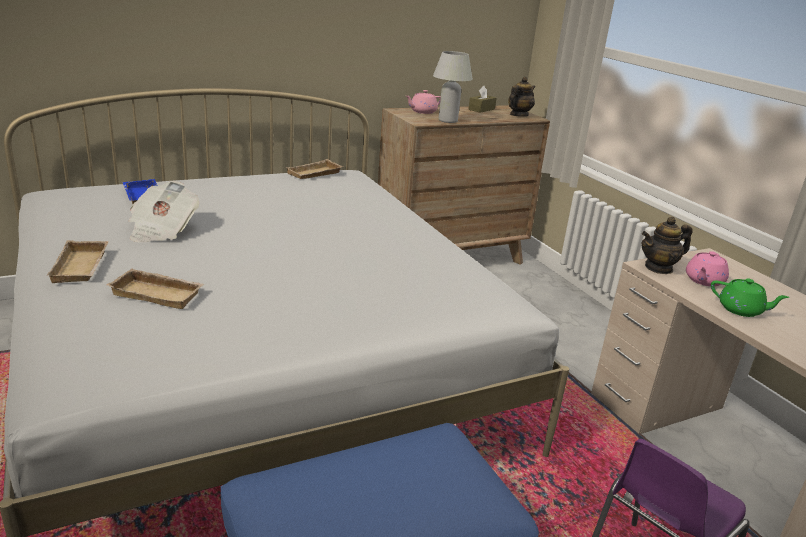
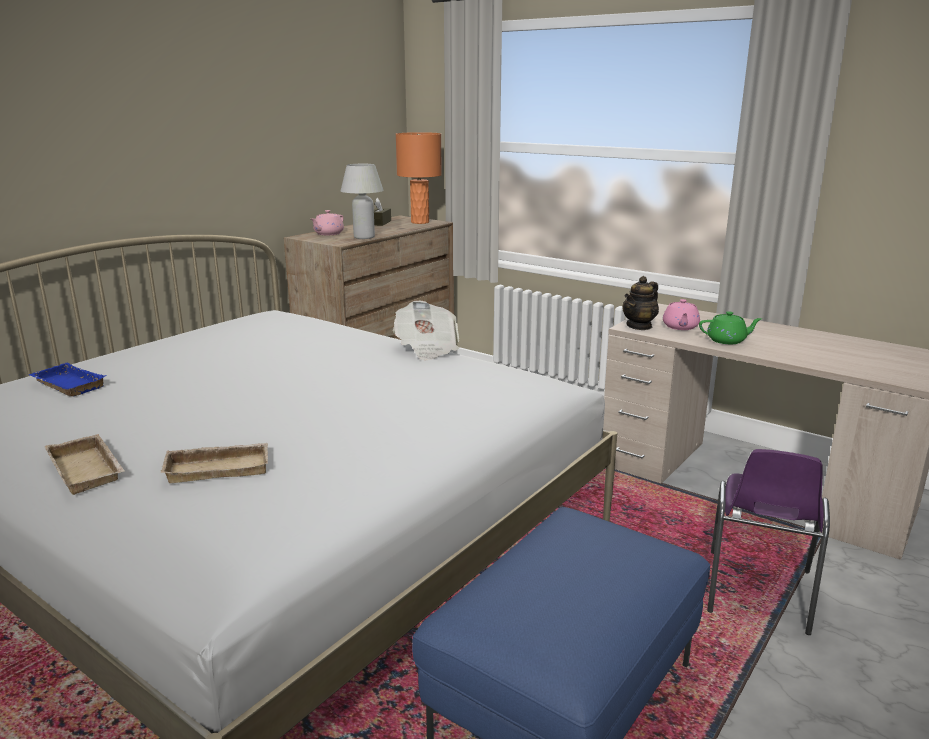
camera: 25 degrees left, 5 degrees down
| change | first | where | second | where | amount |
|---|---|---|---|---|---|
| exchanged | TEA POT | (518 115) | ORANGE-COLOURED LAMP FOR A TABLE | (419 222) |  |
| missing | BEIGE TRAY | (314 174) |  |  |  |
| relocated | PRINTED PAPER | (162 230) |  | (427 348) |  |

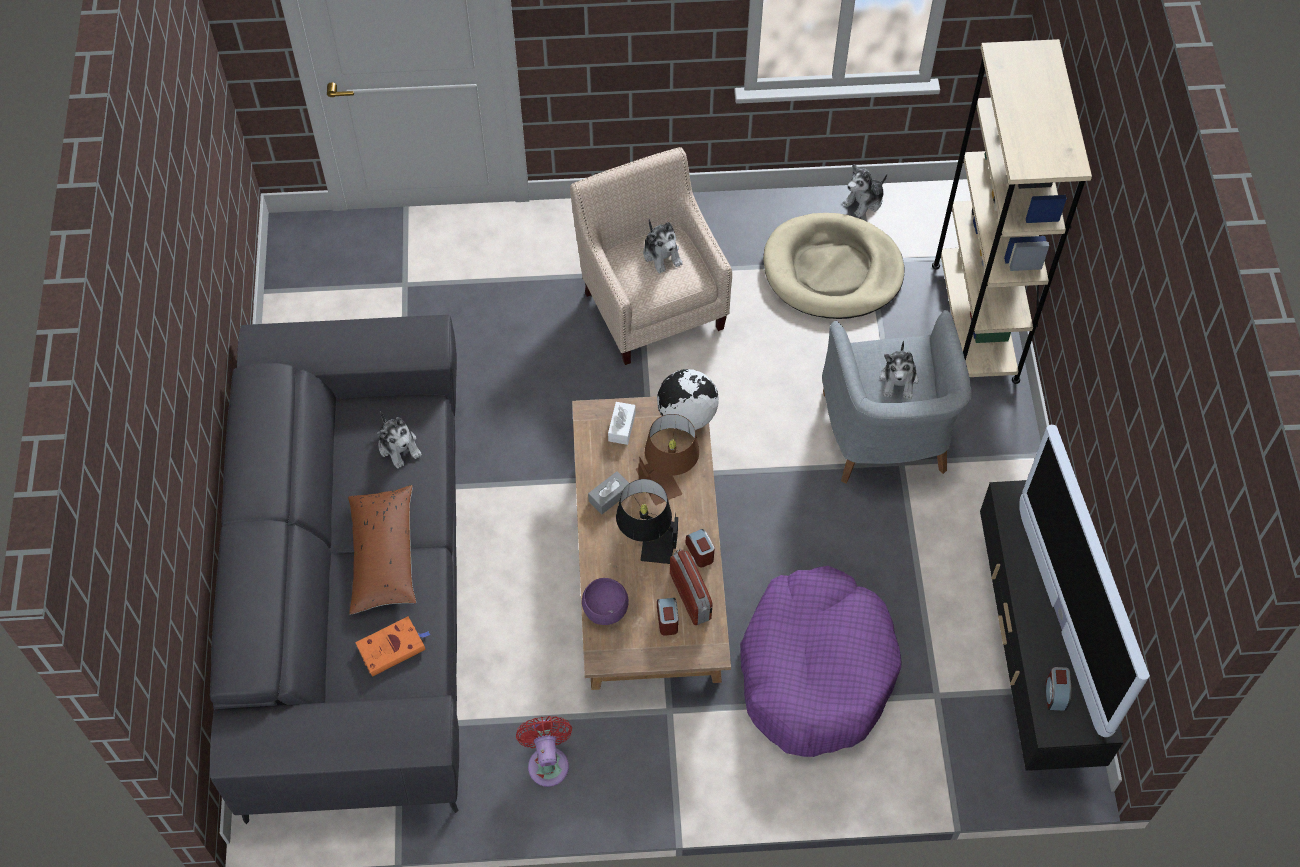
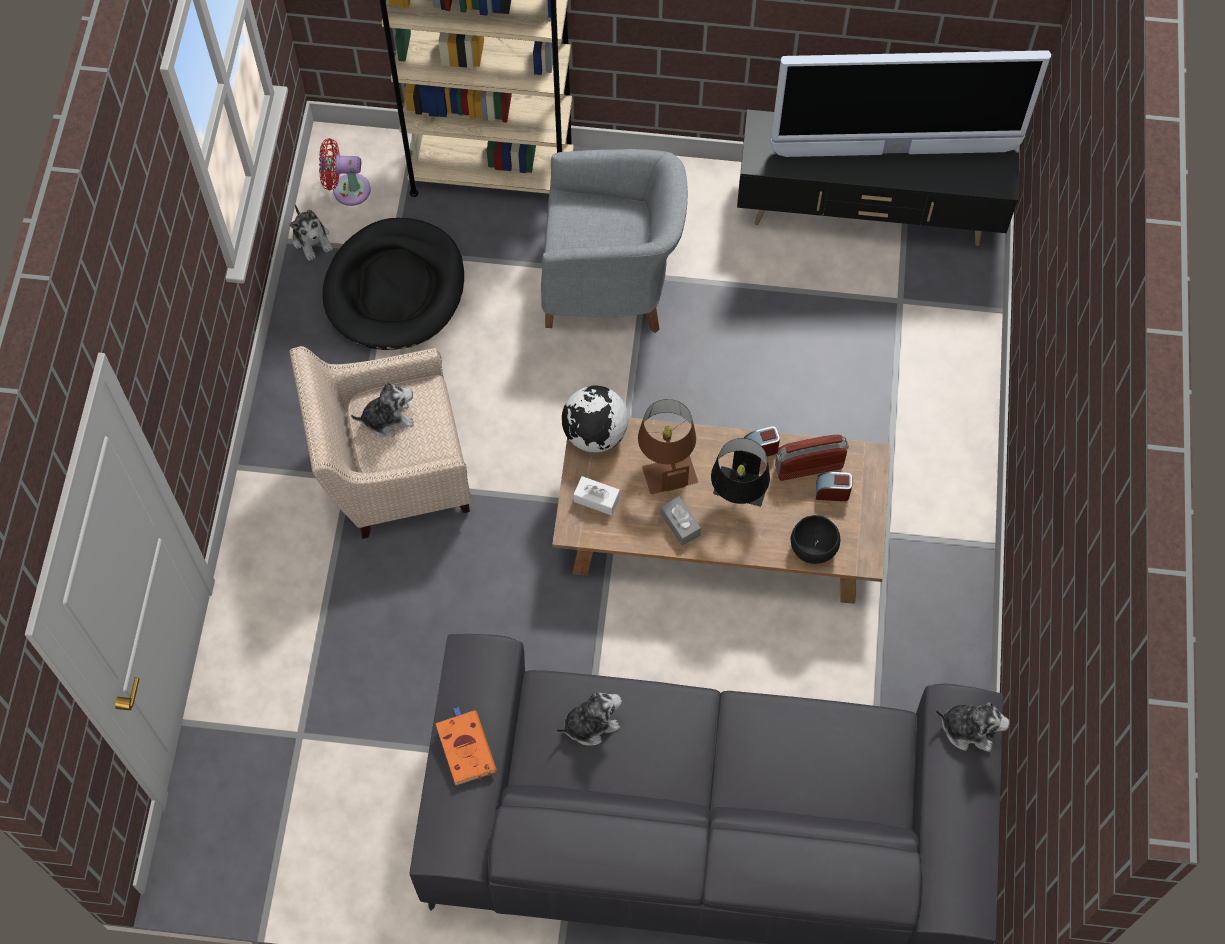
camera: 80 degrees left, 5 degrees up
| change | first | where | second | where | amount |
|---|---|---|---|---|---|
| colour | BEIGE DOG CUSHION | (832 270) | BLACKISH DOG CUSHION | (395 288) |  |
| relocated | CUDDLY TOY | (899 380) |  | (968 729) |  |
| missing | BROWN PILLOW | (383 556) |  |  |  |
| missing | PURPLE DOG CUSHION | (815 670) |  |  |  |
| colour | PURPLE DEEP DISH | (606 610) | BLACKISH DEEP DISH | (813 547) |  |
| relocated | ORANGE-COLOURED BOUND BOOK | (393 647) |  | (465 747) |  |
| missing | ALARM CLOCK | (1055 694) |  |  |  |
| relocated | REDDISH COOLING FAN | (548 762) |  | (347 189) |  |

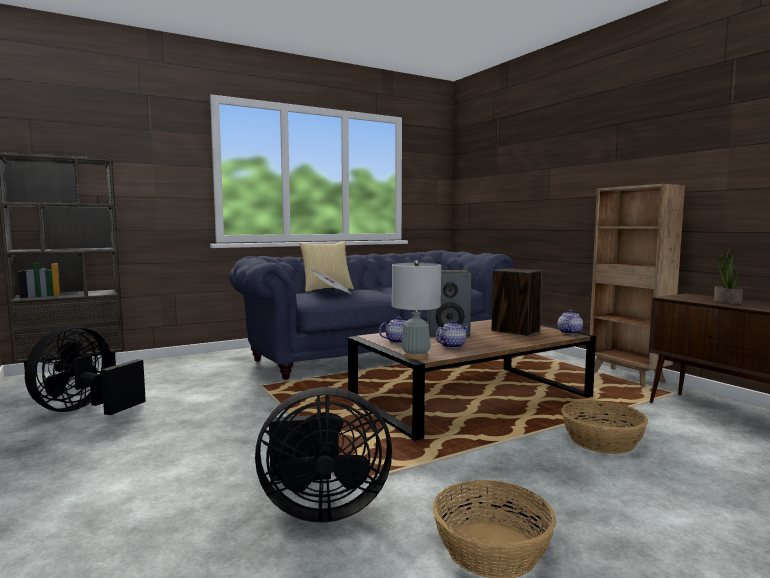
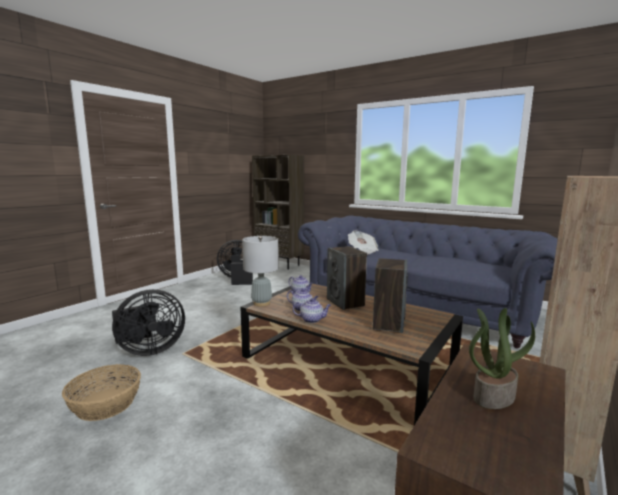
camera: 65 degrees right, 5 degrees up
| change | first | where | second | where | amount |
|---|---|---|---|---|---|
| missing | PILLOW | (326 289) |  |  |  |
| relocated | TEA POT | (569 332) |  | (312 320) |  |
| spun | BLACKISH COOLING FAN | (320 509) |  | (148 350) | 90 degrees counterclockwise |
| missing | HOUSEHOLD BASKET | (602 441) |  |  |  |

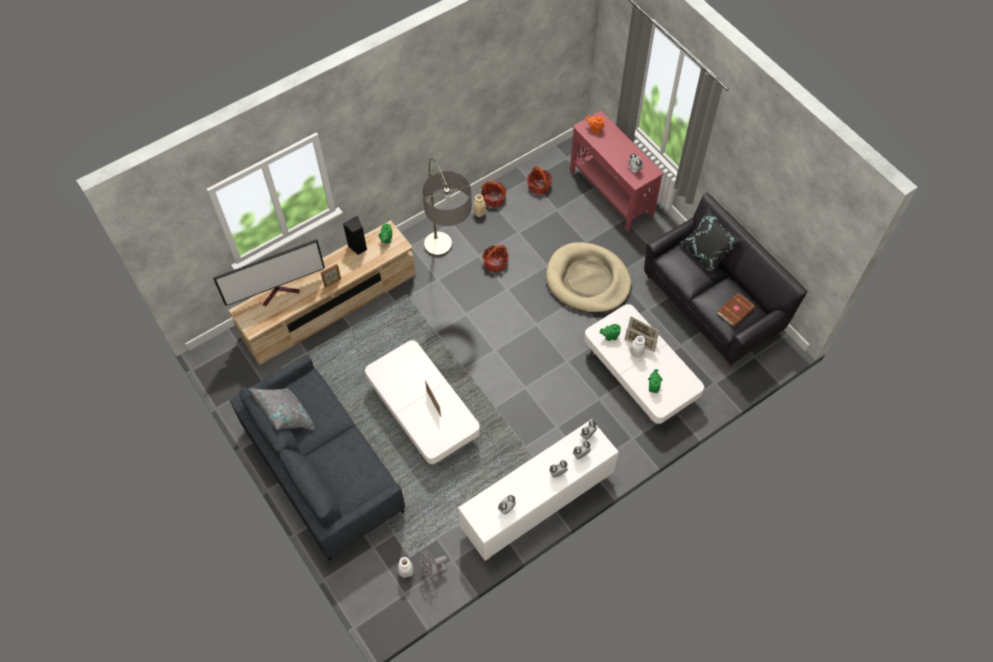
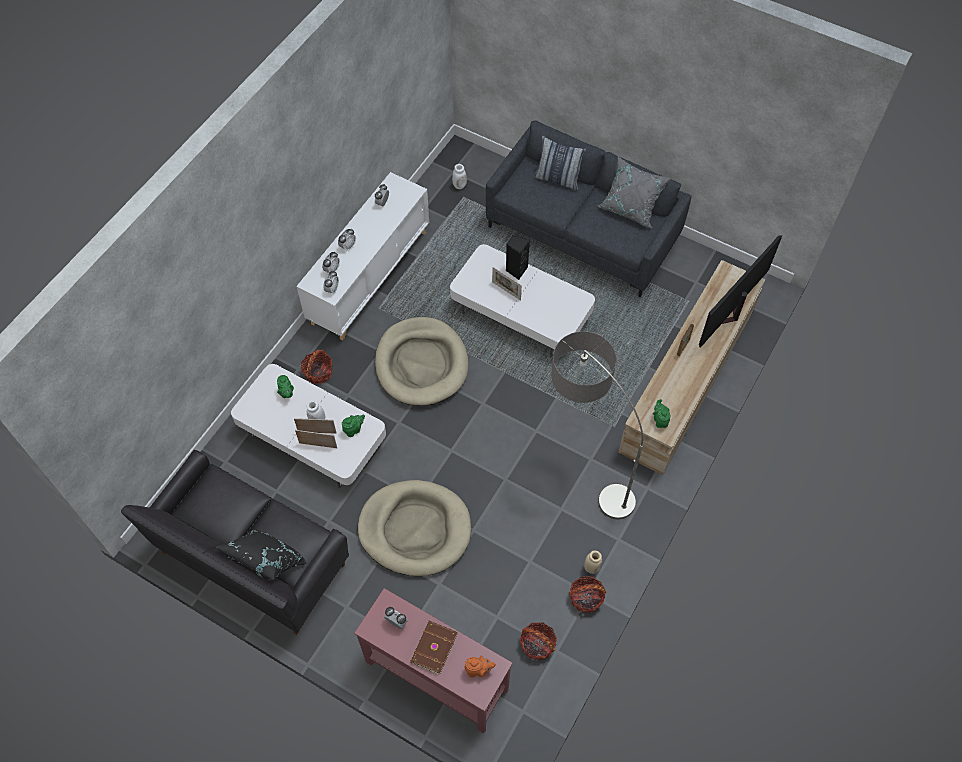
camera: 155 degrees right, 0 degrees up
| change | first | where | second | where | amount |
|---|---|---|---|---|---|
| relocated | BLACKISH SPEAKER | (358 247) |  | (516 270) |  |
| relocated | HOUSEHOLD BASKET | (495 263) |  | (318 372) |  |
| relocated | BROWN BOUND BOOK | (736 311) |  | (433 648) |  |
| missing | GREY COOLING FAN | (433 570) |  |  |  |
| appeared |  |  | PILLOW | (558 179) |  |
| appeared |  |  | BEIGE DOG CUSHION | (421 364) |  |

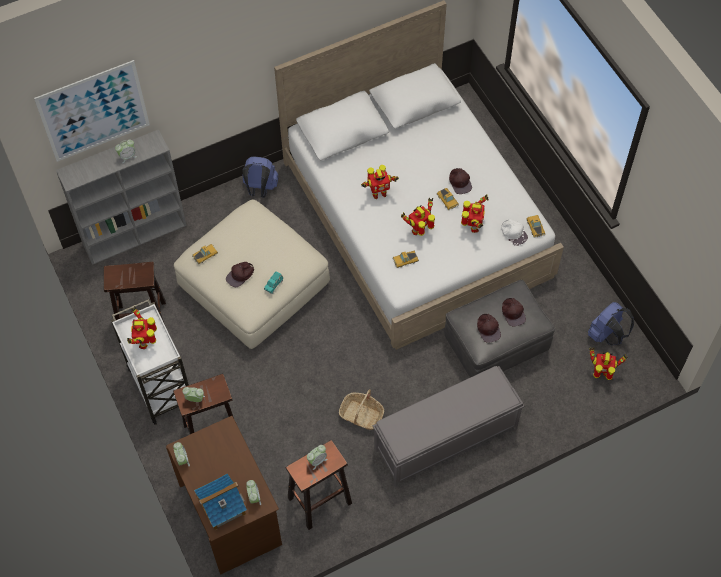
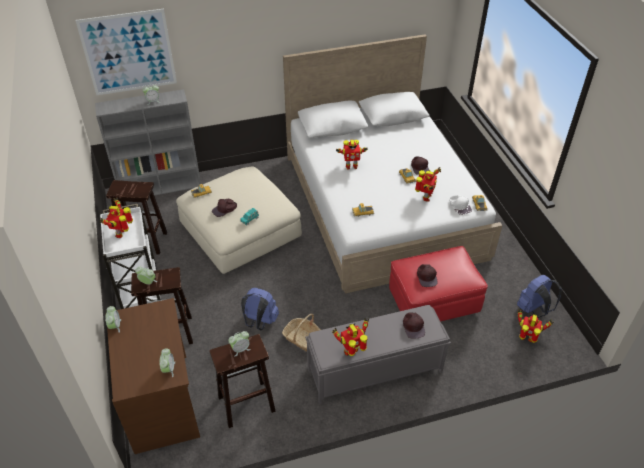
camera: 10 degrees right, 15 degrees down
| change | first | where | second | where | amount |
|---|---|---|---|---|---|
| relocated | BLUE-COLOURED KNAPSACK | (260 189) |  | (260 322) |  |
| relocated | ROBOT FIGURE | (419 230) |  | (352 351) |  |
| colour | GREY POUFFE | (496 344) | REDDISH POUFFE | (433 302) |  |
| relocated | BROWN BASEBALL CAP | (513 312) |  | (413 326) |  |
| missing | TOY HOUSE | (222 507) |  |  |  |

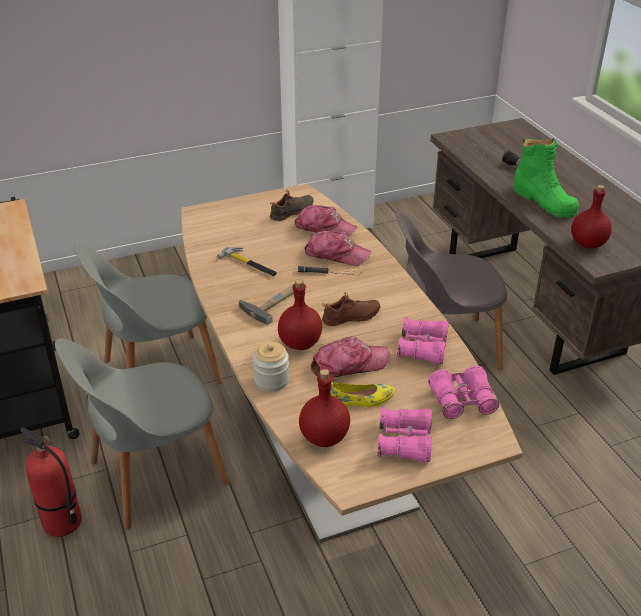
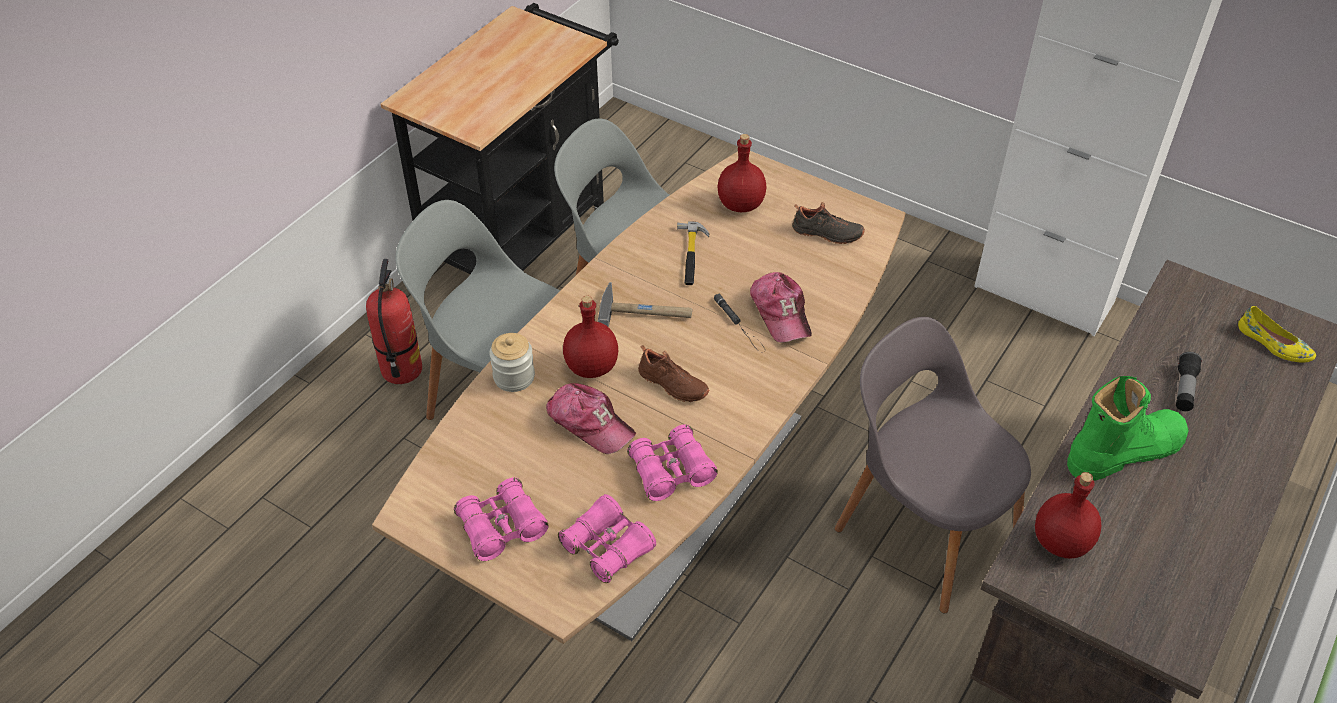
camera: 55 degrees right, 10 degrees up
| change | first | where | second | where | amount |
|---|---|---|---|---|---|
| spun | GREEN-COLOURED TALL BOOT | (544 201) |  | (1124 451) | 135 degrees counterclockwise |
| missing | BASEBALL CAP | (324 228) |  |  |  |
| relocated | REDDISH BOTTLE | (324 436) |  | (741 204) |  |
| relocated | YELLOWISH ITEM OF FOOTWEAR | (361 400) |  | (1273 344) |  |

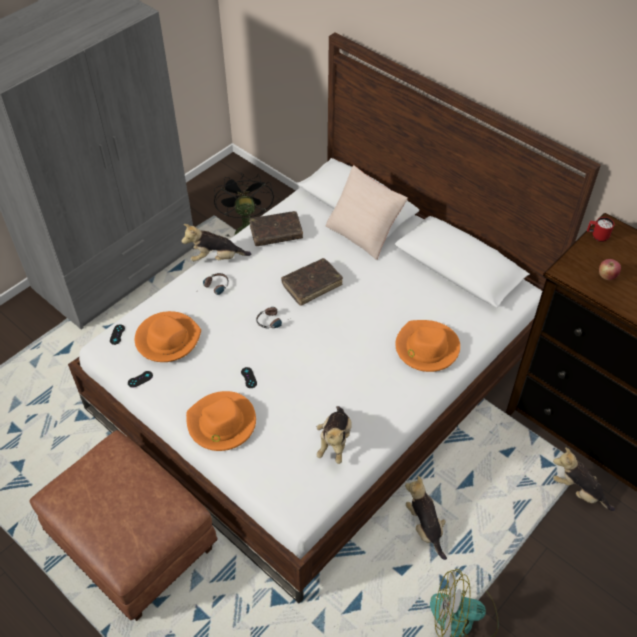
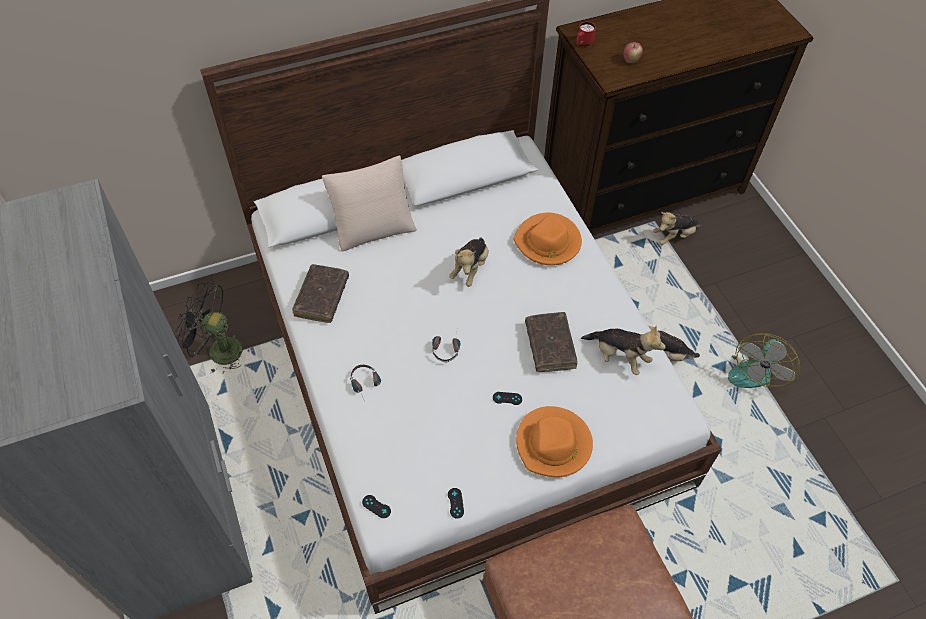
camera: 65 degrees left, 5 degrees up
| change | first | where | second | where | amount |
|---|---|---|---|---|---|
| relocated | CUDDLY TOY | (216 258) |  | (470 268) |  |
| relocated | BROWN BOUND BOOK | (312 285) |  | (550 346) |  |
| missing | ORANGE-COLOURED HAT | (167 339) |  |  |  |

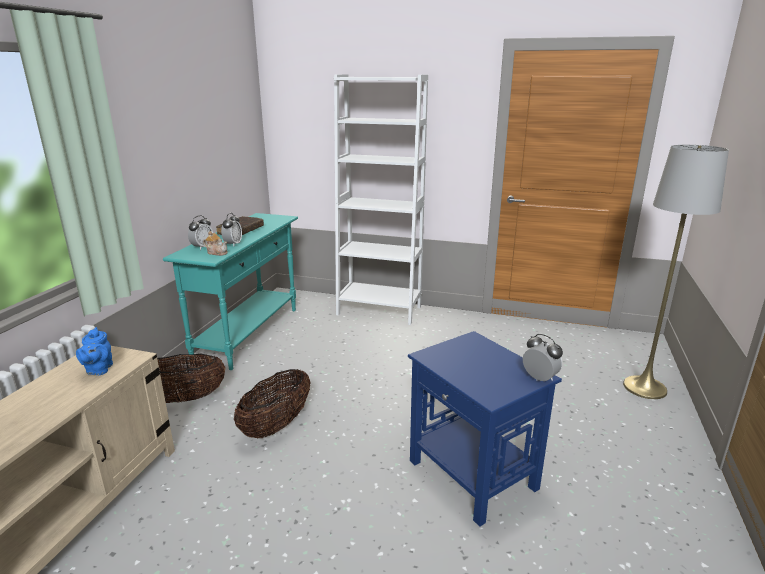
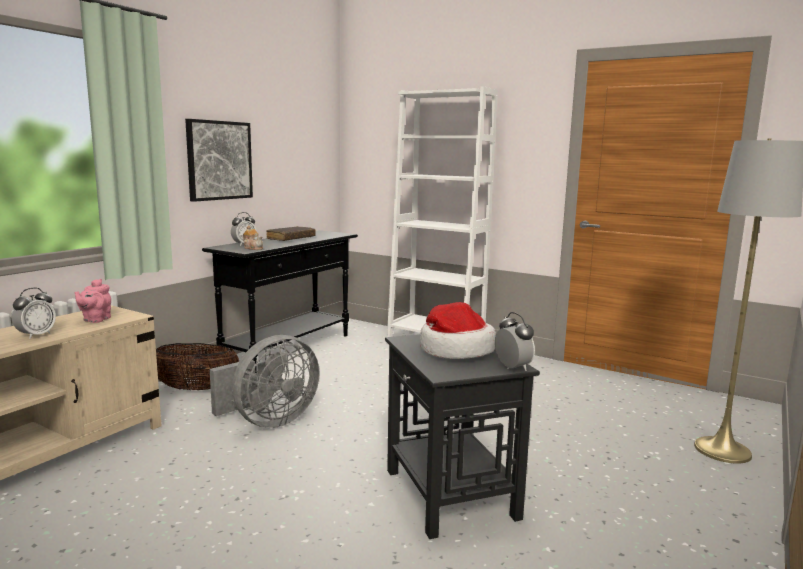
camera: 15 degrees right, 10 degrees down
| change | first | where | second | where | amount |
|---|---|---|---|---|---|
| colour | TURQUOISE-COLOURED CONSOLE TABLE | (249 334) | BLACKISH CONSOLE TABLE | (289 348) |  |
| relocated | ALARM CLOCK | (233 244) |  | (36 335) |  |
| colour | BLUE-COLOURED TEA POT | (98 370) | PINKISH TEA POT | (95 320) |  |
| colour | BLUE-COLOURED ACCENT TABLE | (473 475) | BLACKISH ACCENT TABLE | (451 494) |  |
| exchanged | HOUSEHOLD BASKET | (276 425) | GREY COOLING FAN | (269 421) |  |
| appeared |  |  | PICTURE | (219 160) |  |
| appeared |  |  | HAT | (454 350) |  |

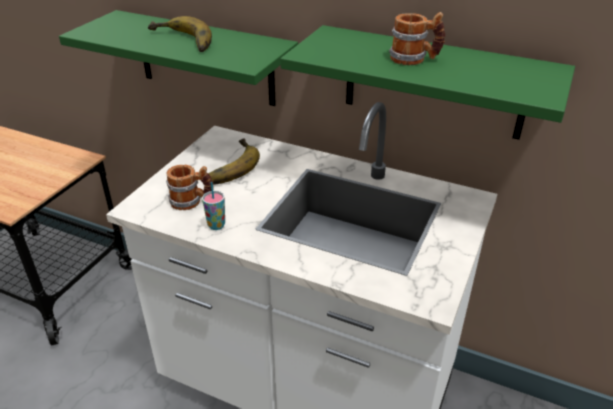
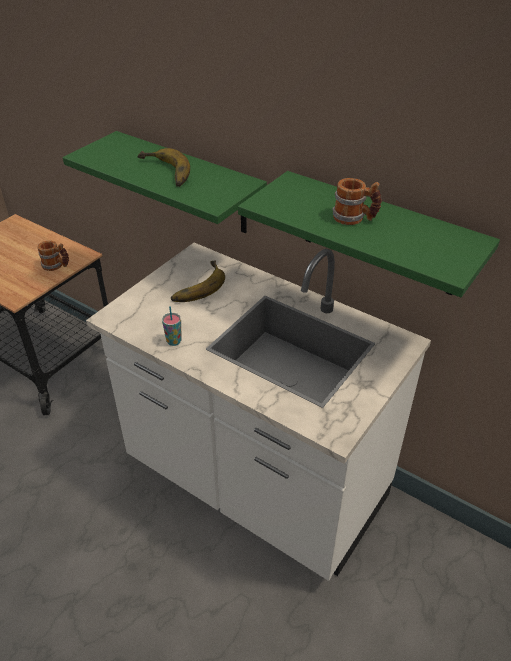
camera: 10 degrees right, 5 degrees up
| change | first | where | second | where | amount |
|---|---|---|---|---|---|
| relocated | TEA MUG | (192 202) |  | (56 266) |  |

